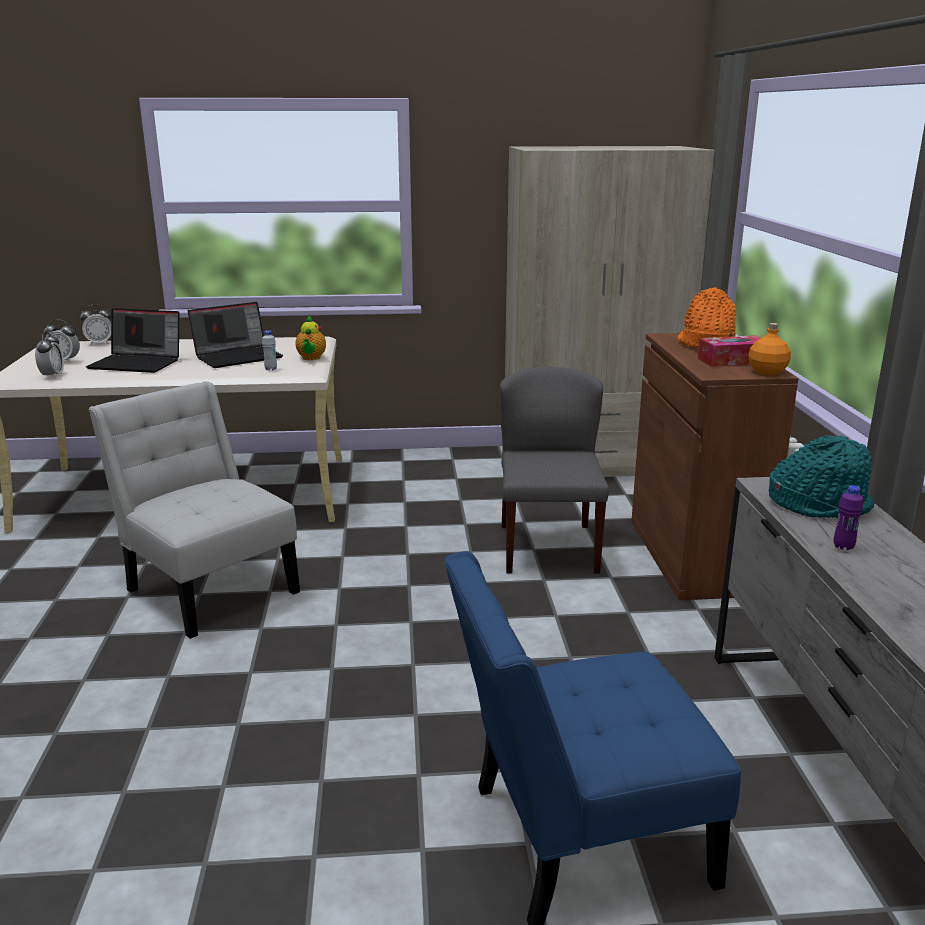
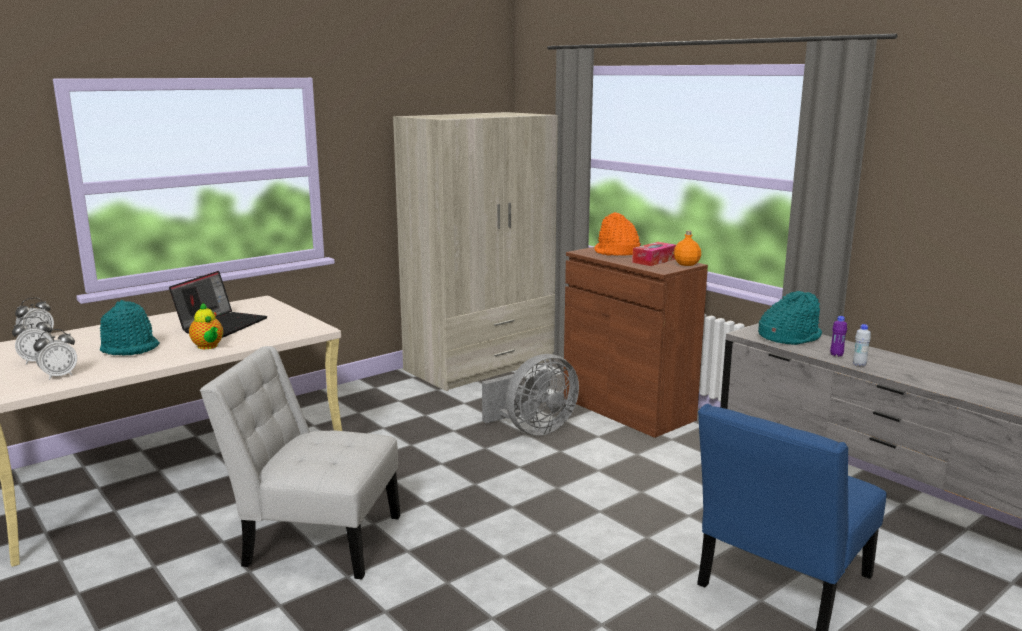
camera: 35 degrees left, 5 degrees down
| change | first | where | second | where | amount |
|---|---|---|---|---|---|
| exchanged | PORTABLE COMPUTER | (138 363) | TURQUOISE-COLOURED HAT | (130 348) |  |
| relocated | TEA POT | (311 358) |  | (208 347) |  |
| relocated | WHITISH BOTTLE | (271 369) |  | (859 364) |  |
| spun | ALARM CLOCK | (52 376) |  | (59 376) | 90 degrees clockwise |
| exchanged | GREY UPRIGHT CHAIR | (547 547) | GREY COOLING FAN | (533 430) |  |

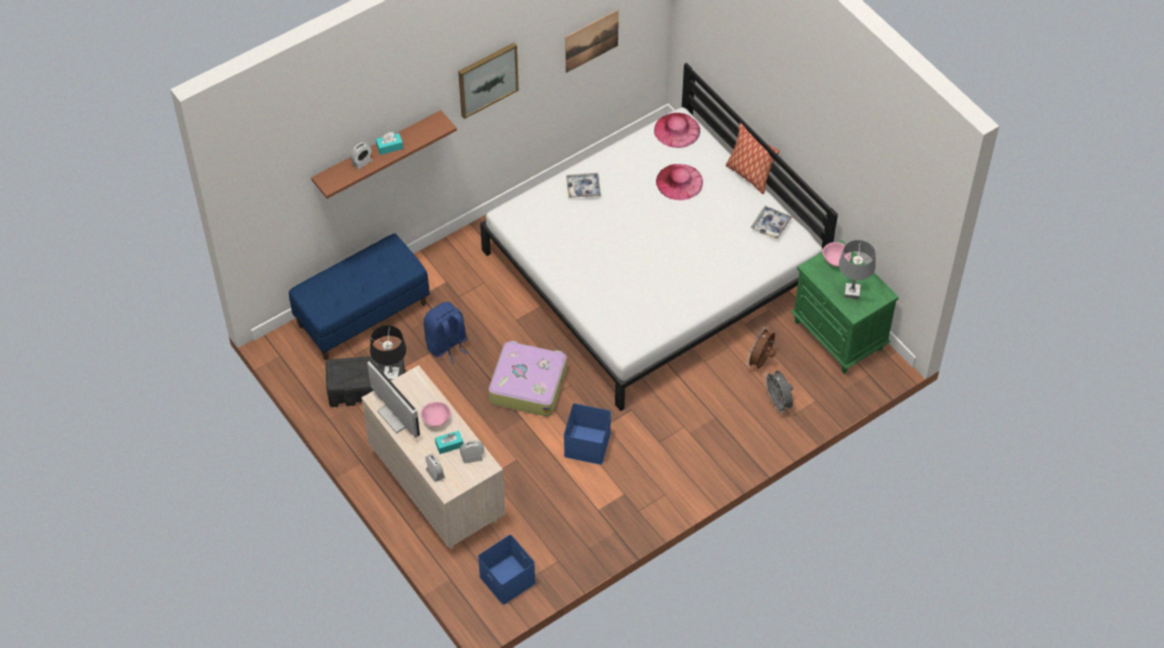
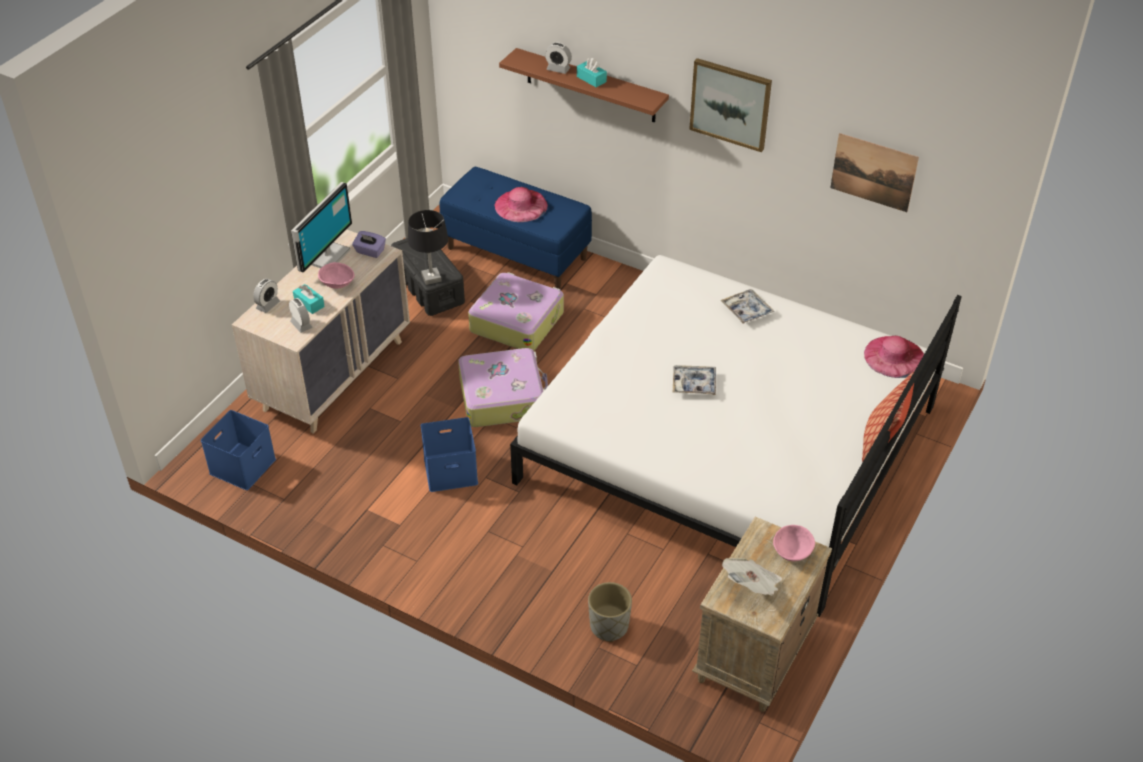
camera: 65 degrees right, 10 degrees down
| change | first | where | second | where | amount |
|---|---|---|---|---|---|
| relocated | PINKISH HAT | (679 182) |  | (521 205) |  |
| relocated | TRAY | (771 225) |  | (694 384) |  |
| colour | GREEN-COLOURED BEDSIDE TABLE | (839 336) | BEIGE BEDSIDE TABLE | (754 656) |  |
| exchanged | GREY LAMP FOR A TABLE | (852 292) | PRINTED PAPER | (752 586) |  |
| exchanged | BLUE-COLOURED KNAPSACK | (447 345) | PIECE OF LUGGAGE | (516 321) |  |
| missing | BROWN COOLING FAN | (760 362) |  |  |  |
| exchanged | GREY COOLING FAN | (778 403) | GREY PLANT POT | (609 626) |  |
| appeared |  |  | PURPLE BOX OF TISSUES | (370 251) |  |

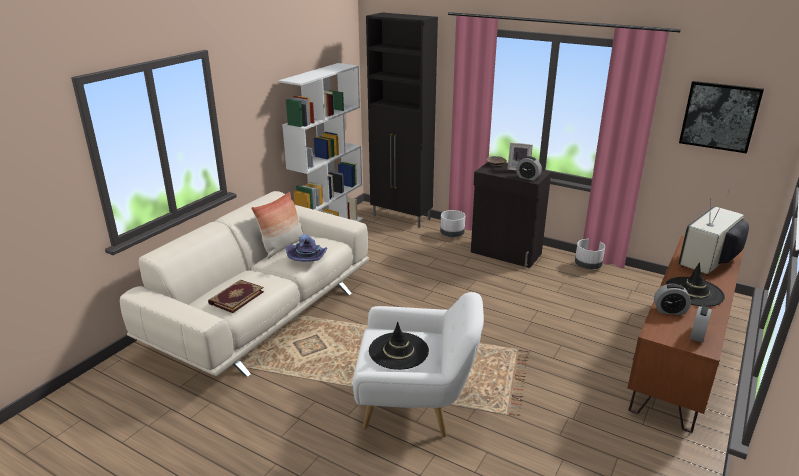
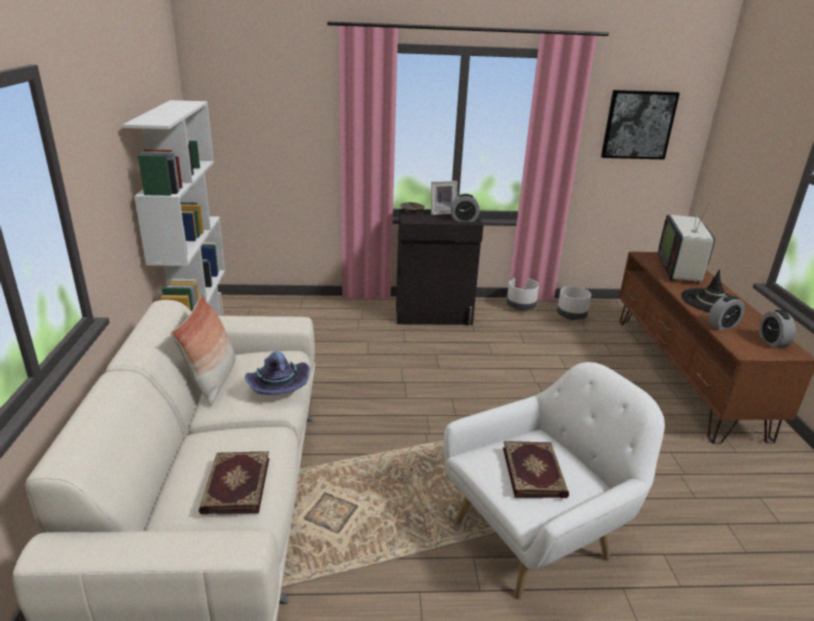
camera: 35 degrees left, 0 degrees up
| change | first | where | second | where | amount |
|---|---|---|---|---|---|
| missing | BLACKISH STORAGE CABINET | (402 218) |  |  |  |
| relocated | WHITISH PLANT POT | (452 234) |  | (571 316) |  |
| exchanged | BLACKISH HAT | (398 351) | BOUND BOOK | (535 472) |  |

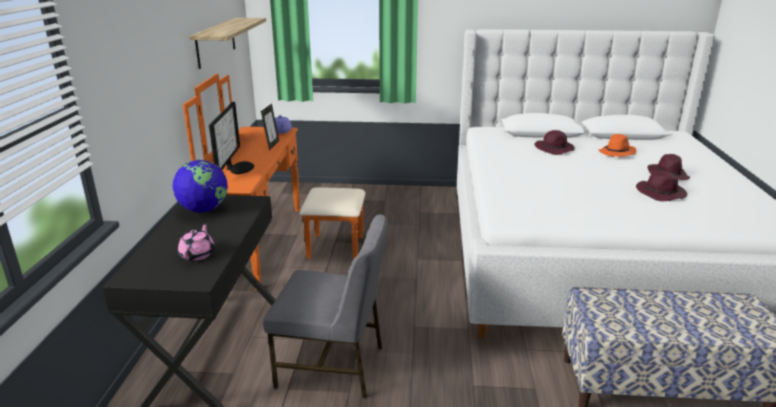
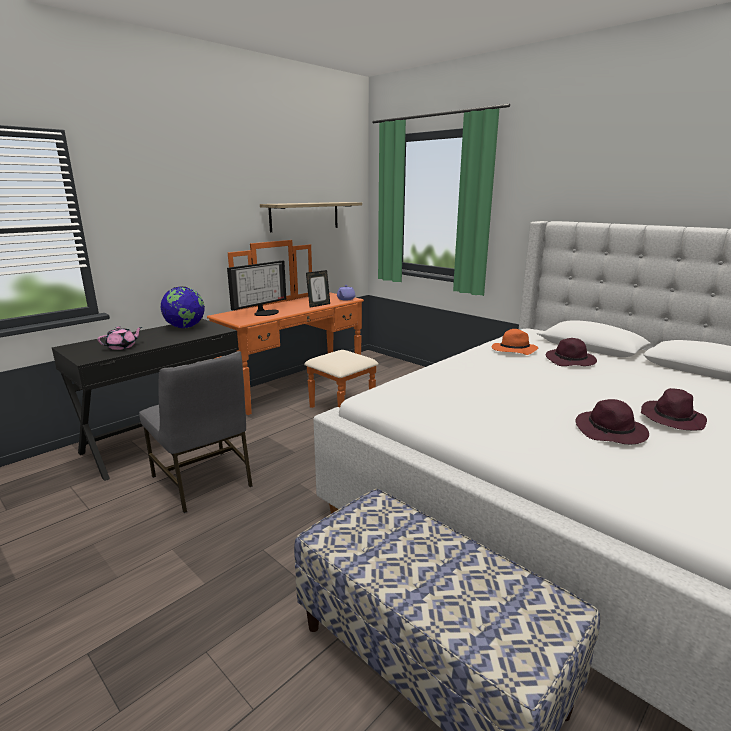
camera: 40 degrees right, 5 degrees down
| change | first | where | second | where | amount |
|---|---|---|---|---|---|
| relocated | ORANGE-COLOURED HAT | (617 153) |  | (513 351) |  |

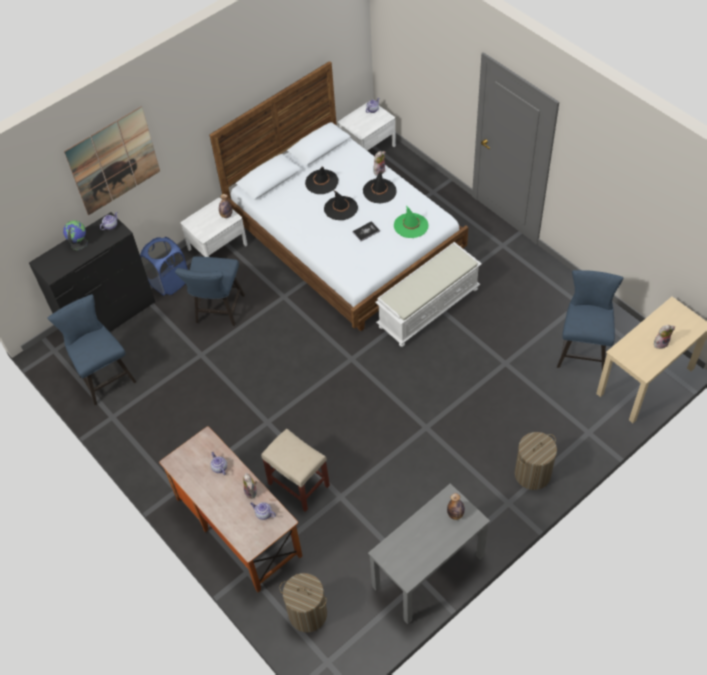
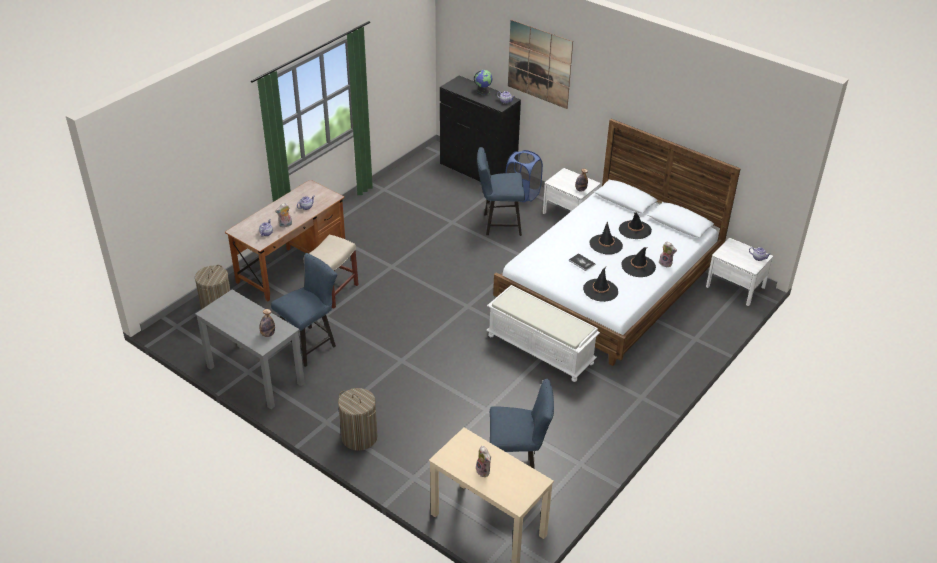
camera: 75 degrees right, 15 degrees down
| change | first | where | second | where | amount |
|---|---|---|---|---|---|
| colour | GREEN-COLOURED HAT | (411 225) | BLACKISH HAT | (600 290) |  |
| relocated | BLUE-COLOURED UPRIGHT CHAIR | (104 376) |  | (310 344) |  |

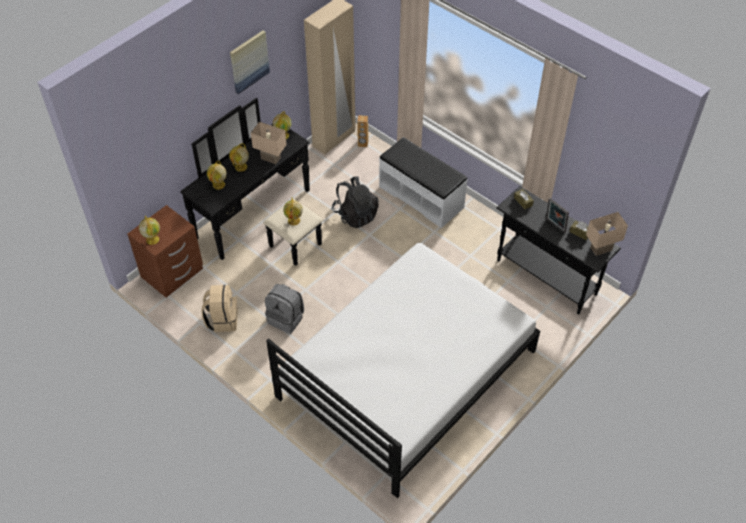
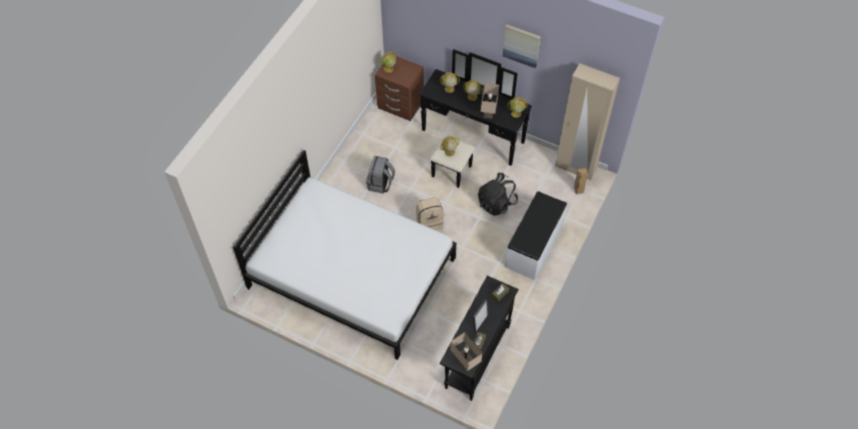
camera: 75 degrees right, 5 degrees up
| change | first | where | second | where | amount |
|---|---|---|---|---|---|
| relocated | BEIGE KNAPSACK | (222 319) |  | (429 223) |  |

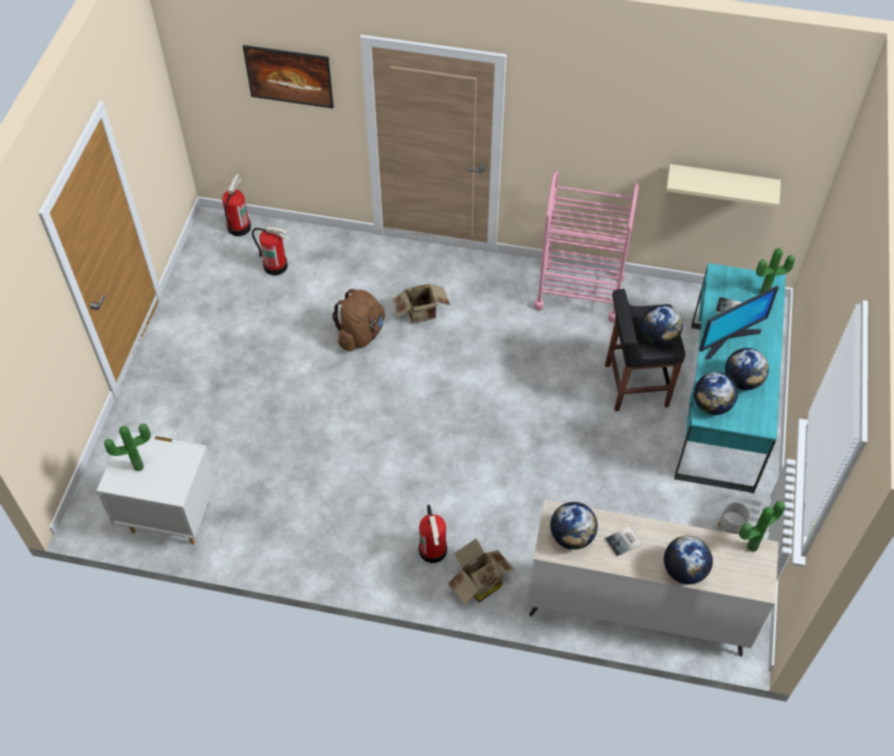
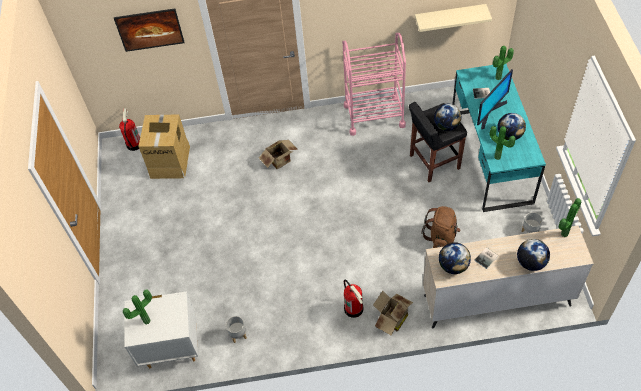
camera: 15 degrees left, 0 degrees up
| change | first | where | second | where | amount |
|---|---|---|---|---|---|
| exchanged | EXTINGUISHER | (276 266) | CARDBOARD BOX | (170 161) |  |
| relocated | BROWN KNAPSACK | (361 335) |  | (441 237) |  |
| exchanged | DESK GLOBE | (712 405) | PLANT IN A POT | (498 156) |  |
| appeared |  |  | GREY PLANT POT | (238 335) |  |

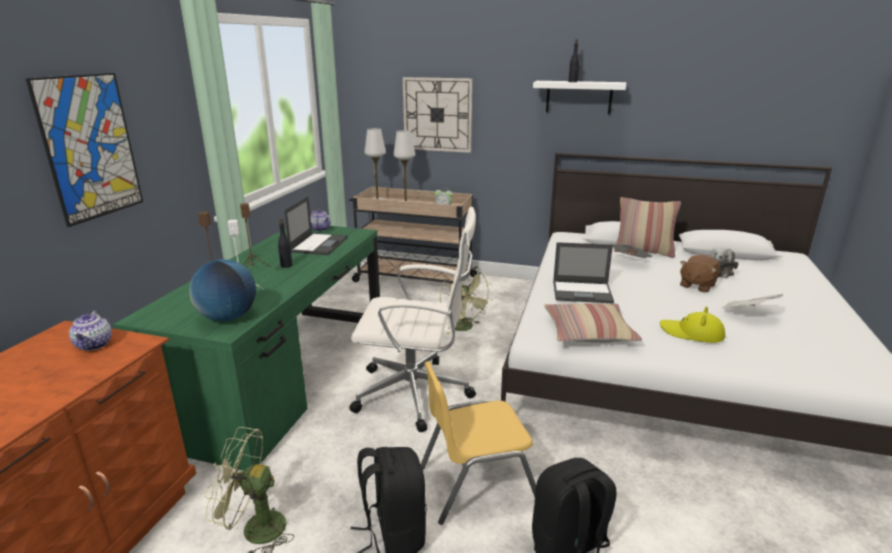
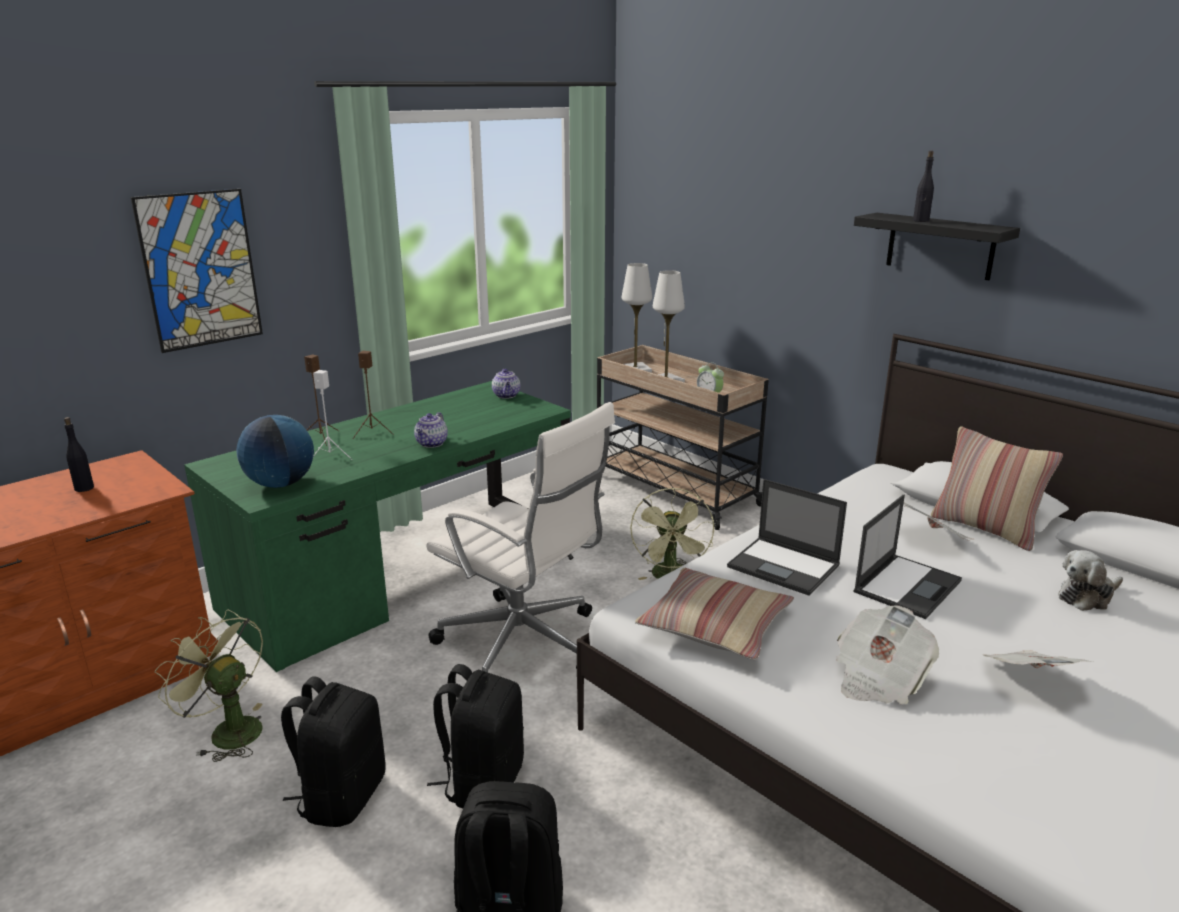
camera: 30 degrees right, 0 degrees up
| change | first | where | second | where | amount |
|---|---|---|---|---|---|
| missing | HANGING CLOCK | (437 114) |  |  |  |
| colour | WHITISH SHELF | (579 97) | BLACKISH SHELF | (940 246) |  |
| relocated | PORTABLE COMPUTER | (319 244) |  | (907 585) |  |
| relocated | BLACKISH BOTTLE | (286 265) |  | (84 488) |  |
| missing | BROWN CUDDLY TOY | (696 285) |  |  |  |
| exchanged | YELLOWISH HAT | (692 333) | PRINTED PAPER | (878 678) |  |
| relocated | TEA POT | (94 345) |  | (431 444) |  |
| exchanged | YELLOWISH UPRIGHT CHAIR | (477 484) | BLACKISH KNAPSACK | (482 781) |  |

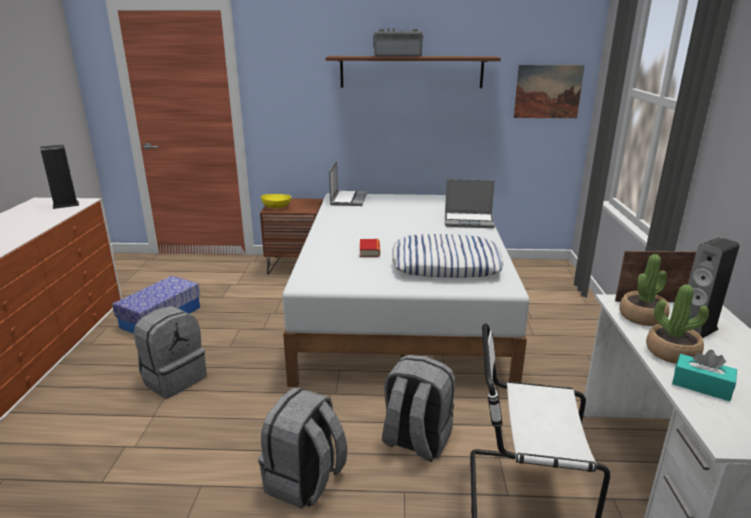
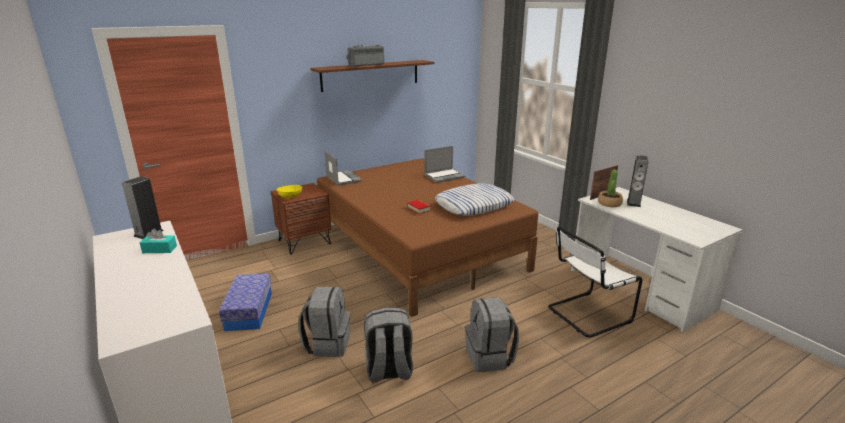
camera: 35 degrees left, 0 degrees up
| change | first | where | second | where | amount |
|---|---|---|---|---|---|
| missing | PICTURE | (548 91) |  |  |  |
| colour | WHITISH SLEEPING BED | (402 310) | BROWN SLEEPING BED | (418 248) |  |
| missing | PLANT IN A POT | (672 352) |  |  |  |
| relocated | TURQUOISE-COLOURED BOX OF TISSUES | (701 386) |  | (159 249) |  |
| relocated | GREY KNAPSACK | (416 441) |  | (389 371) |  |

